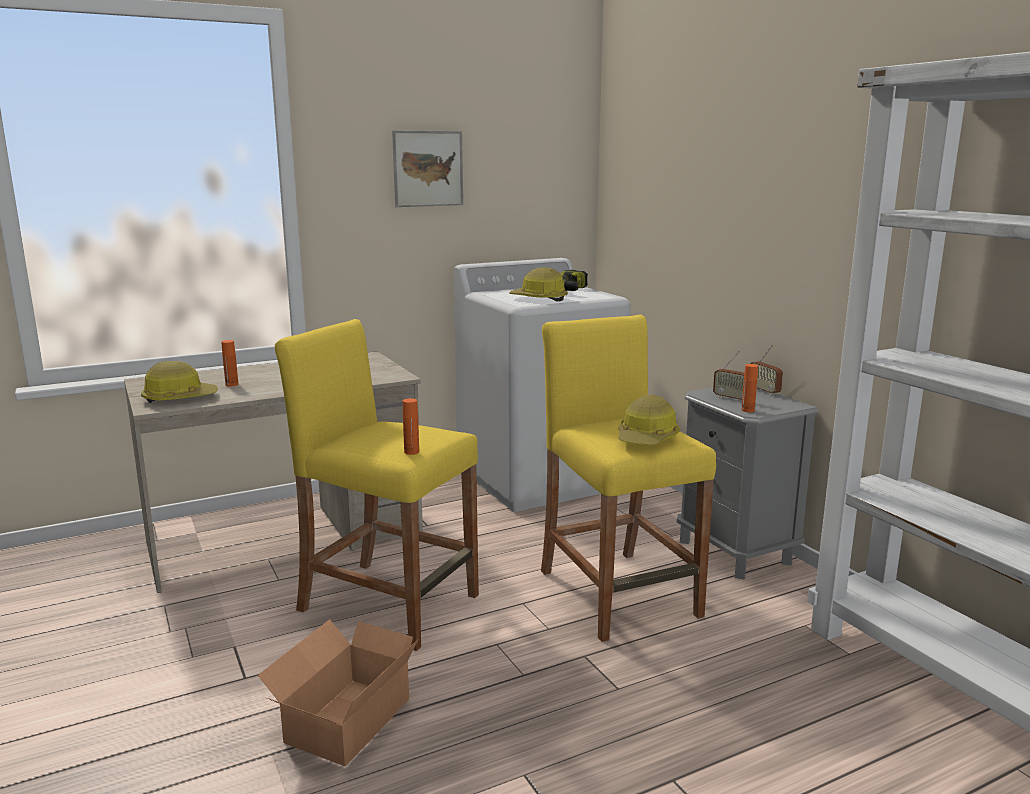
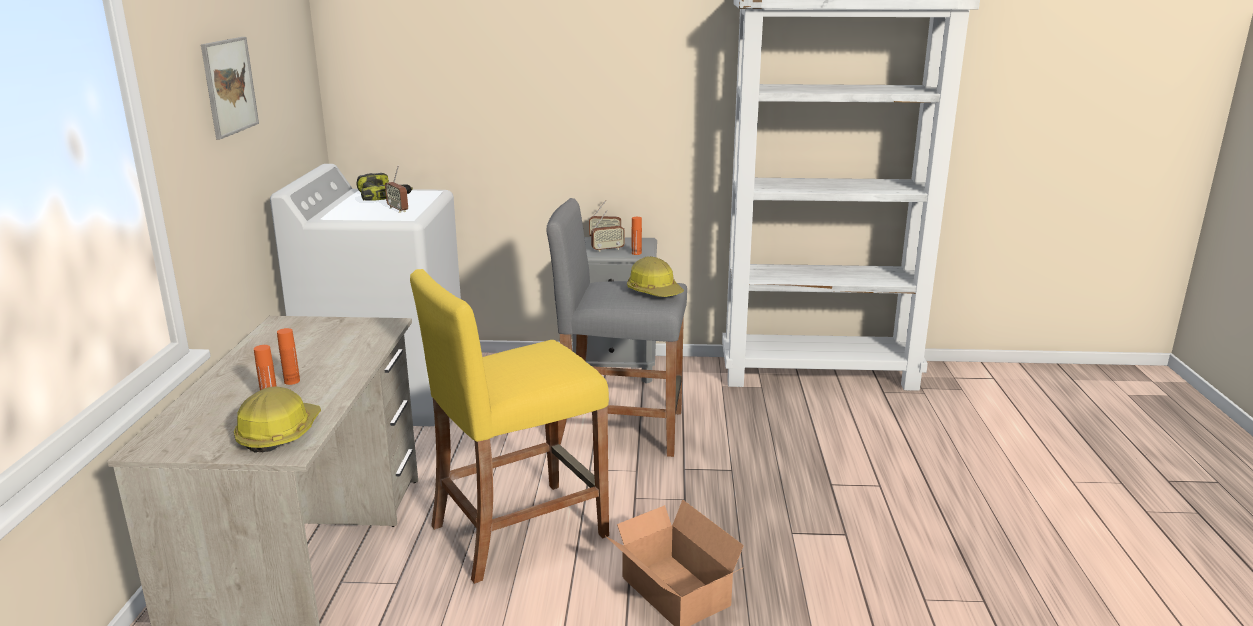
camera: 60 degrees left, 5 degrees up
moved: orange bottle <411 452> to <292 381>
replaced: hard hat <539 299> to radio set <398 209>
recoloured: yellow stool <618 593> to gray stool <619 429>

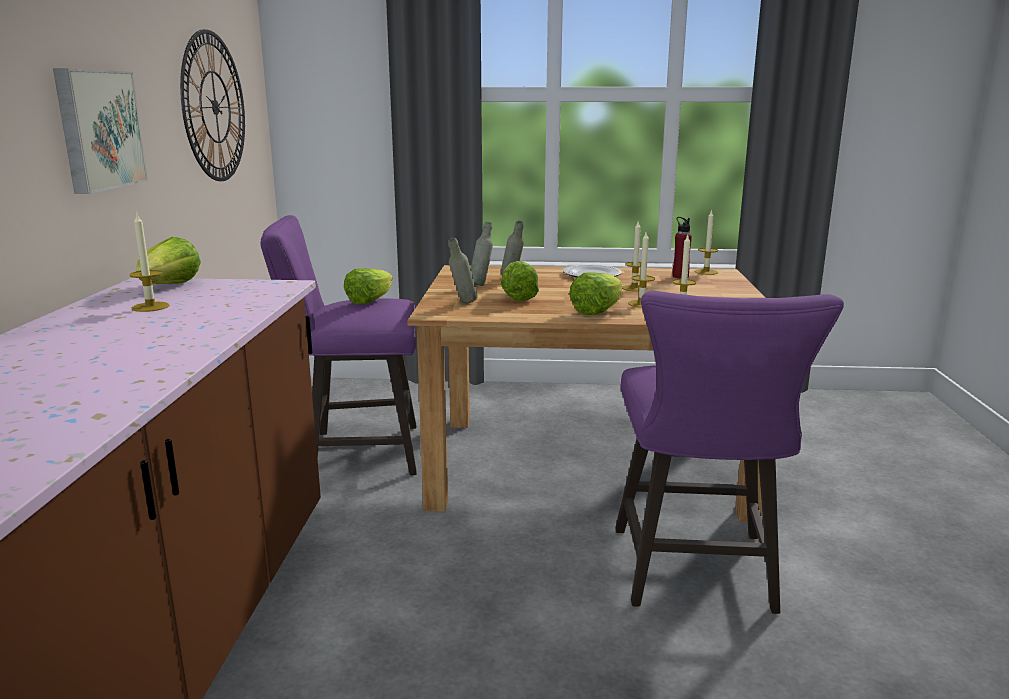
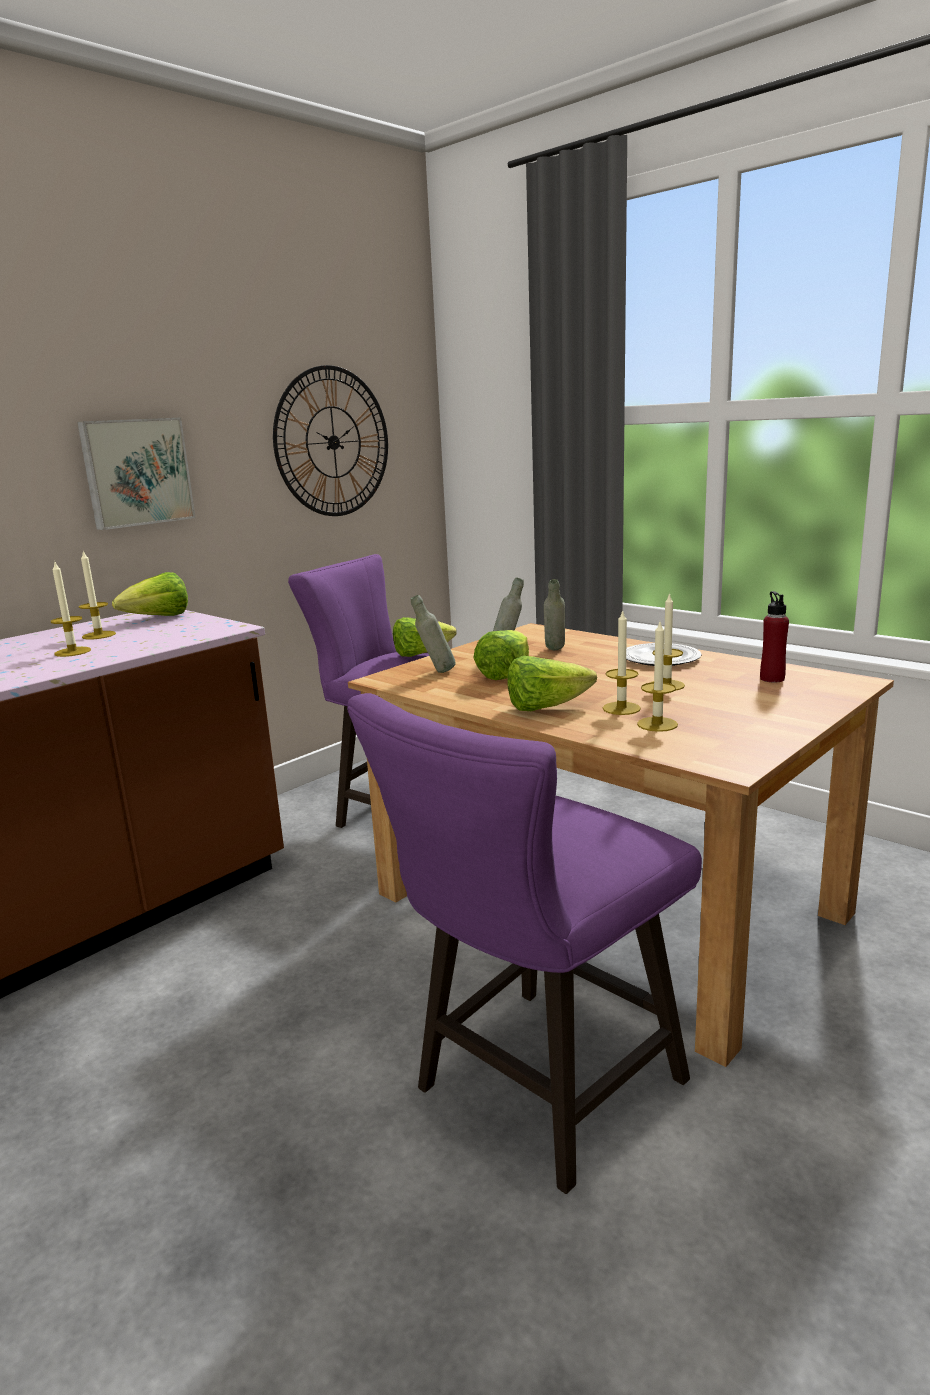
camera: 40 degrees right, 0 degrees up
moved: candle <706 272> to <72 652>

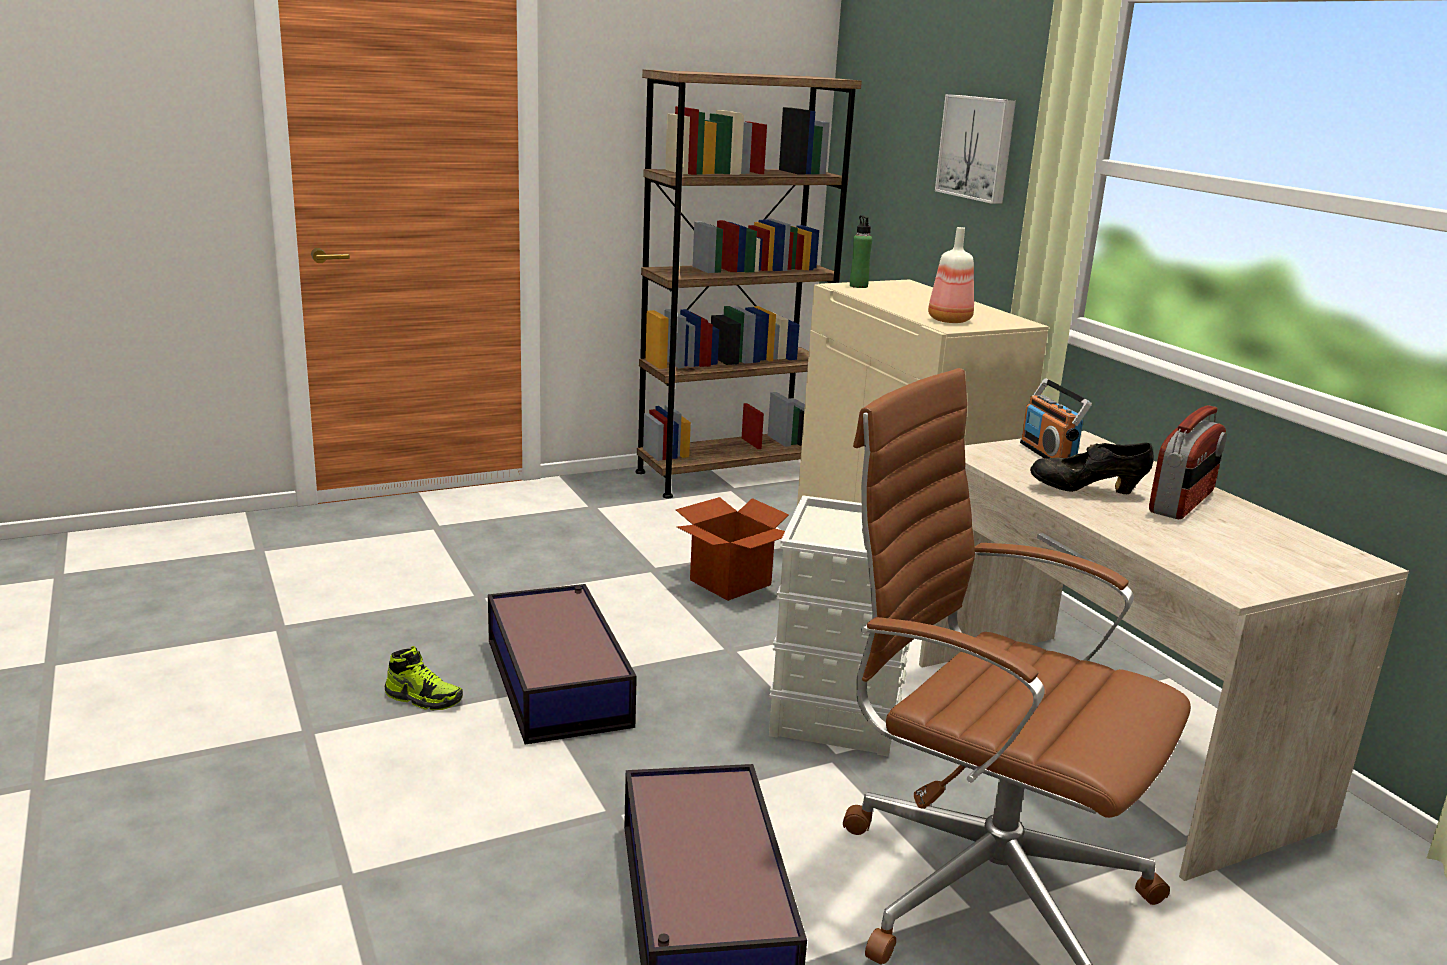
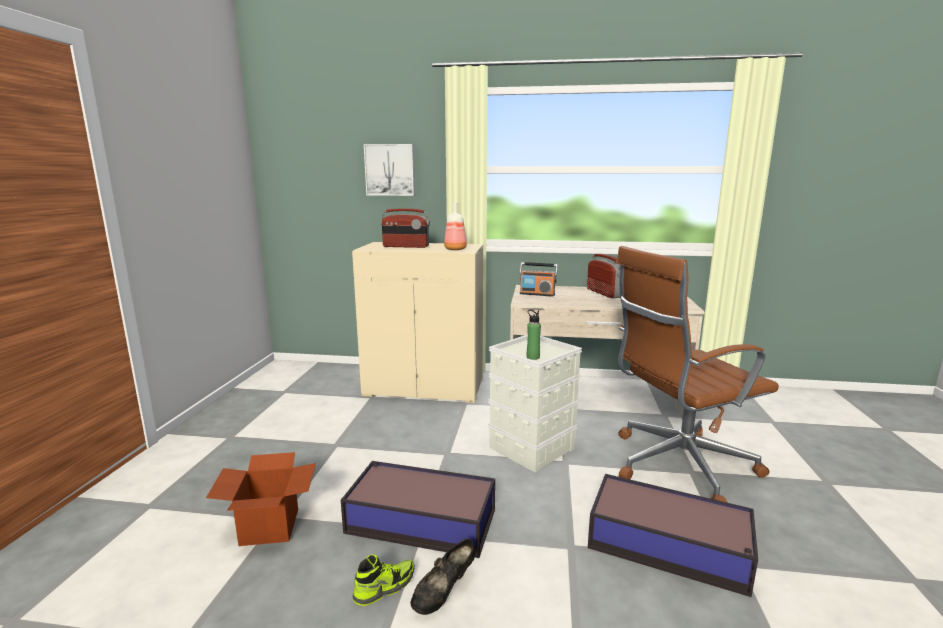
camera: 55 degrees left, 5 degrees down
removed: brownish bookshelf <730 474>
added: radio set <405 246>
moved: packing box <730 582> to <269 527>; black low shoe <1086 491> to <444 592>; green bottle <858 286> to <533 357>

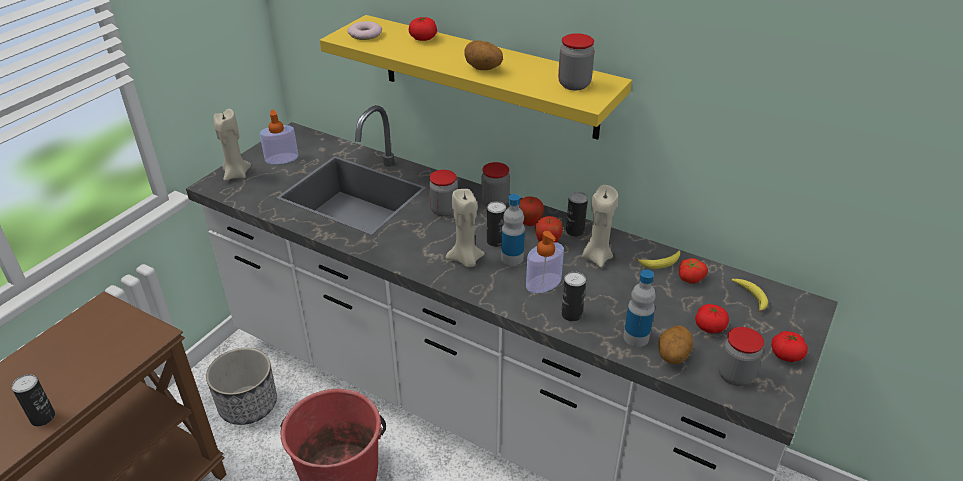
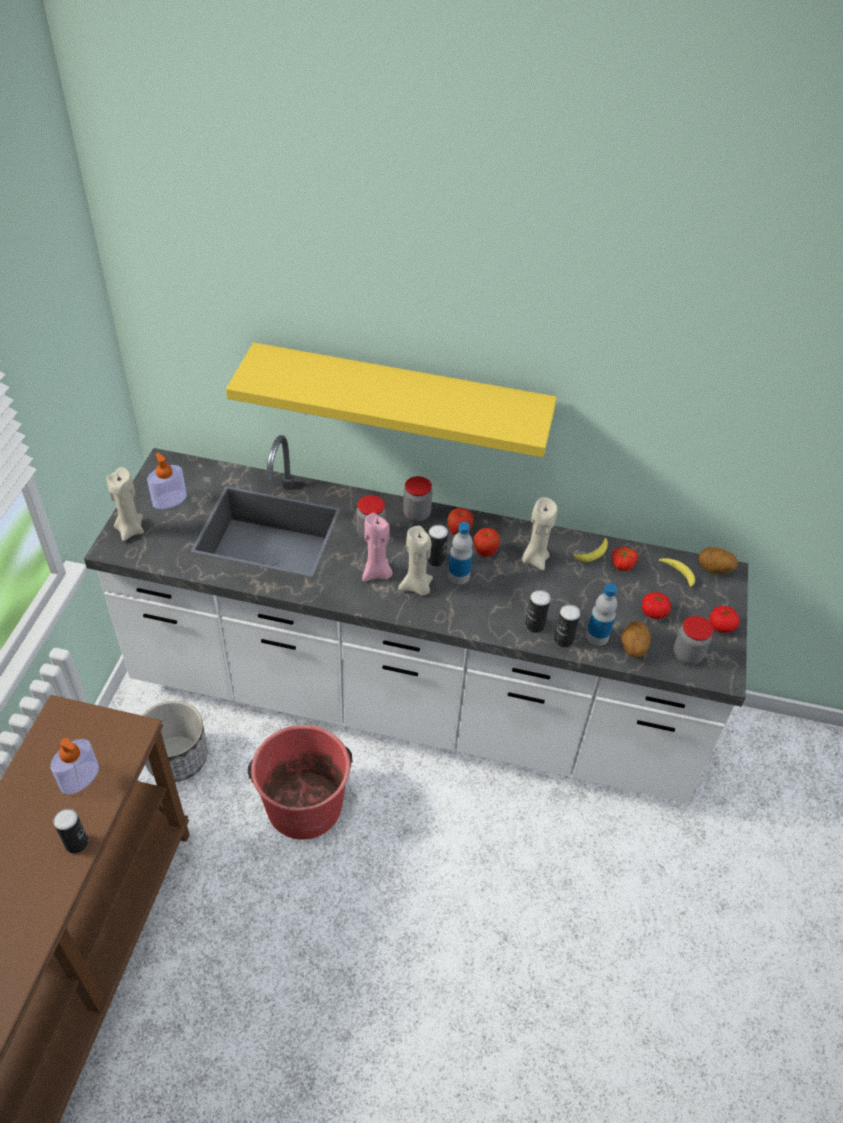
camera: 20 degrees left, 10 degrees up
removed: doughnut <365 34>; fresh tomato <423 39>; jar <574 84>
added: pink candle <377 573>
moved: soap bottle <543 283> to <79 778>; metal can <575 231> to <563 640>; spud <483 69> to <714 569>

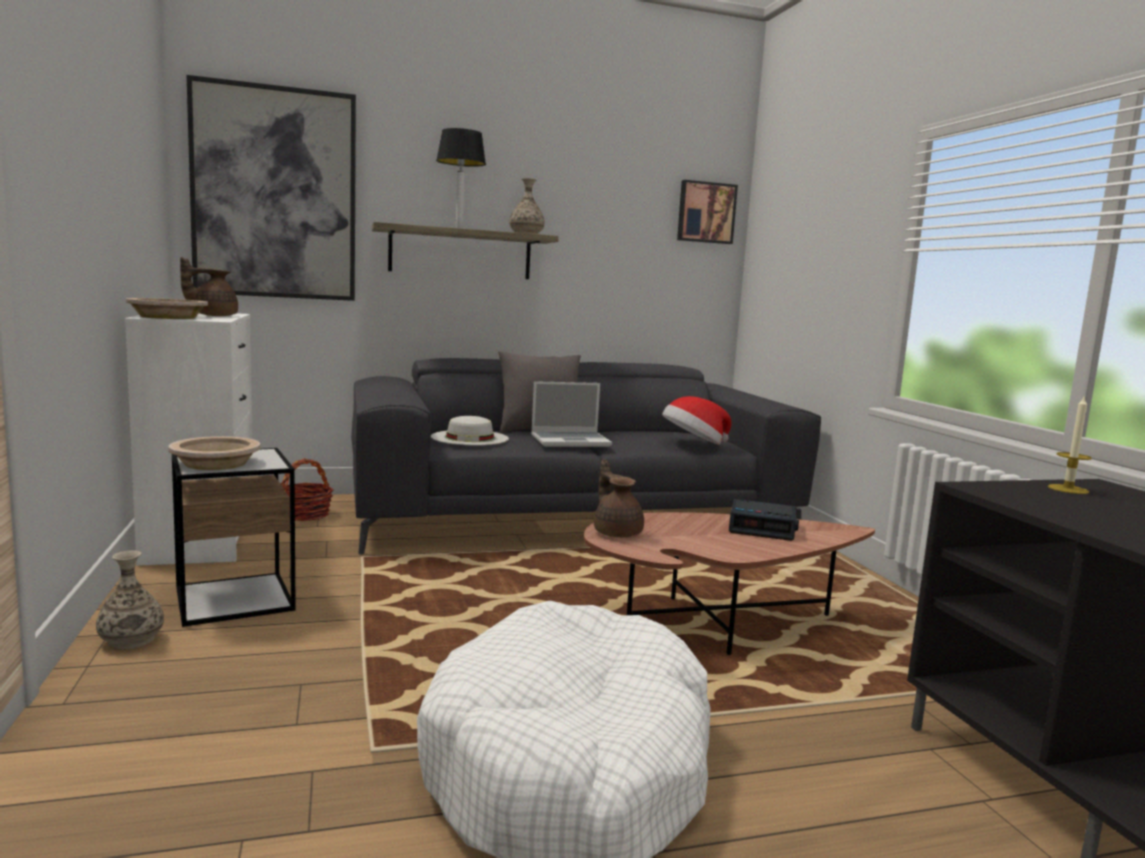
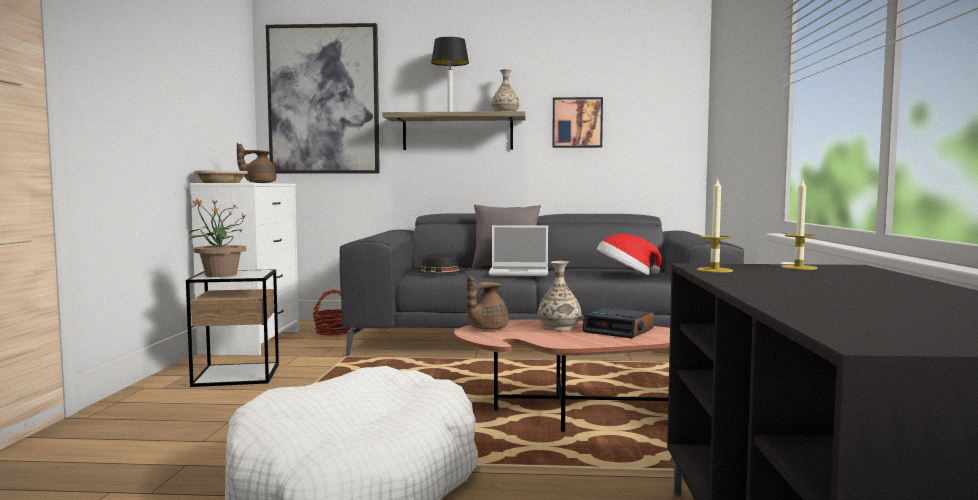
camera: 20 degrees right, 5 degrees down
added: candle <714 270>
moved: decorative vase <131 640> to <559 327>; wall picture <705 212> to <577 123>
replaced: beige-coloured deep dish <215 463> to potted plant <220 275>
recoloured: whitish hat <470 437> to black hat <439 270>
turned: brownish tea pot <616 532> = <486 328> 135 degrees counterclockwise

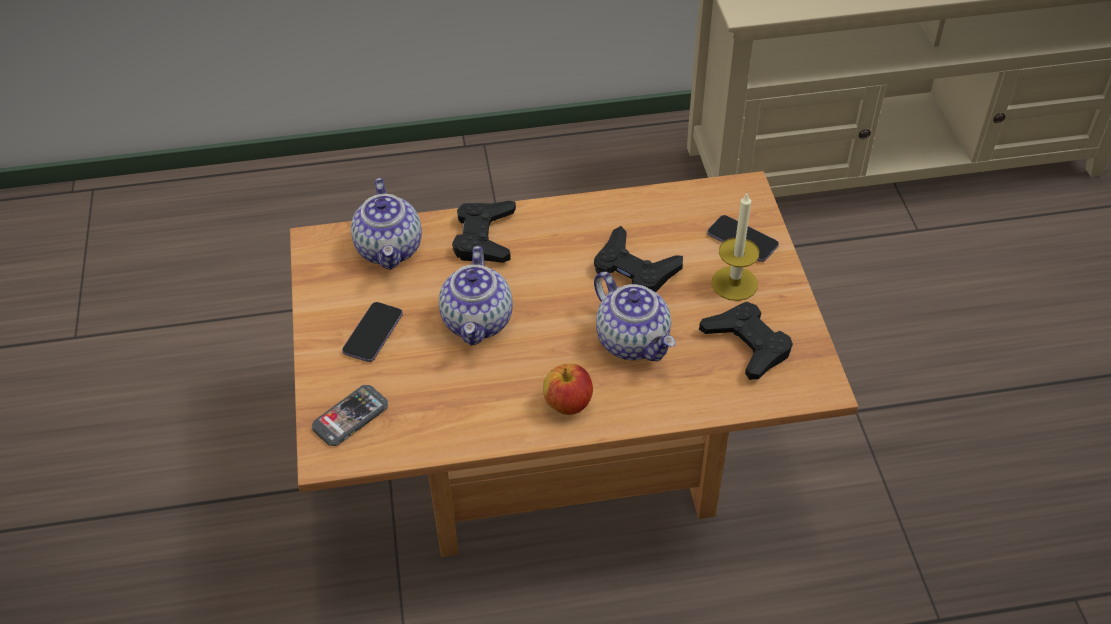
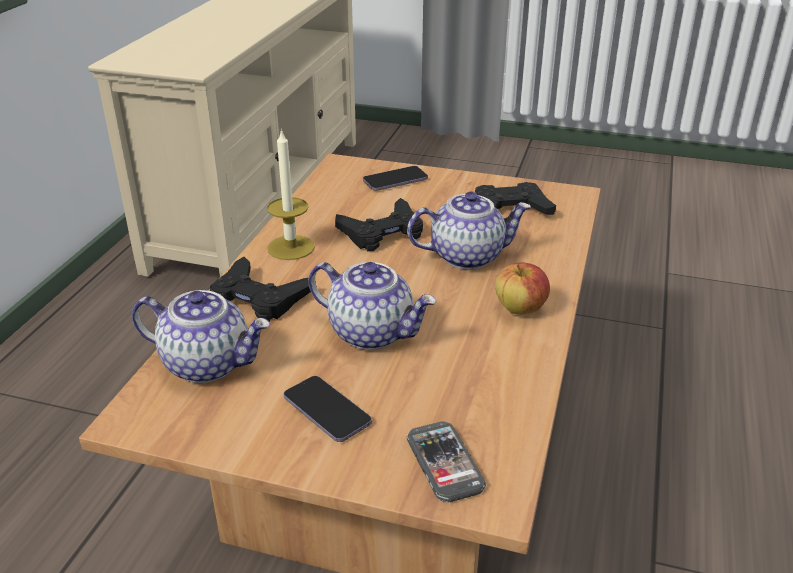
camera: 65 degrees left, 15 degrees down
moved: candle <734 283> to <291 247>

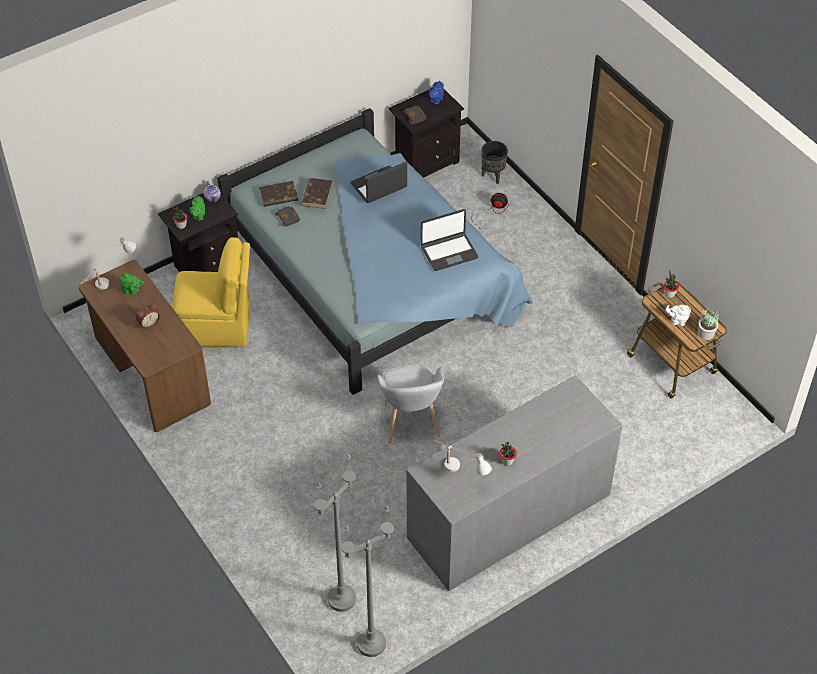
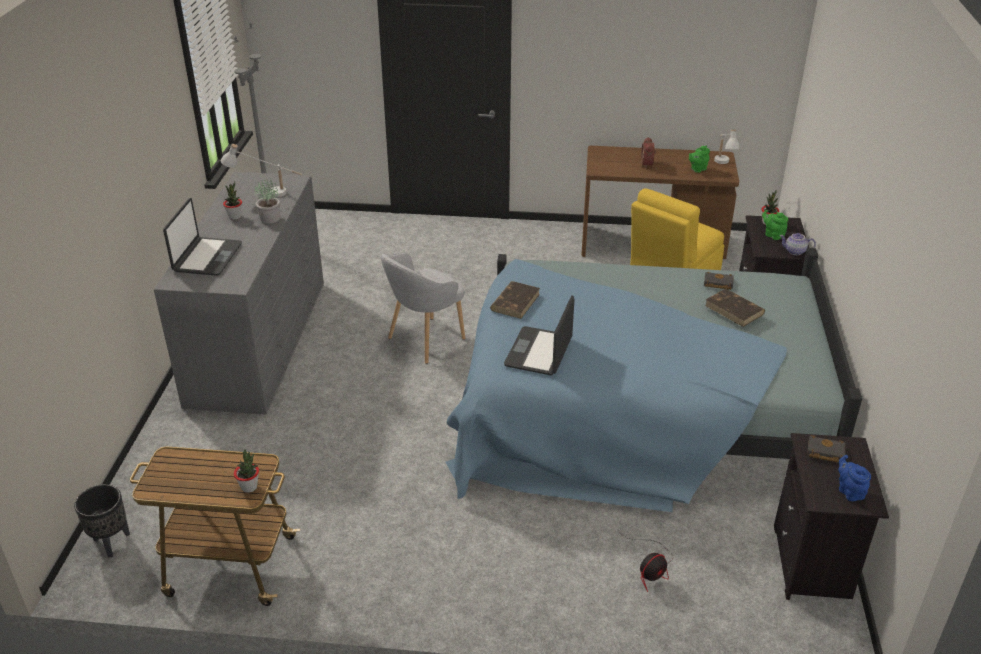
camera: 130 degrees right, 15 degrees down
removed: gray standard lamp <342 599>; whitish tea pot <677 321>
moved: black flower pot <493 176> to <111 543>; laptop <379 186> to <207 257>; potted plant <705 333> to <270 218>; brownish bound book <278 196> to <515 302>
turned: gray lounge chair <410 422> = <425 340> 75 degrees counterclockwise

